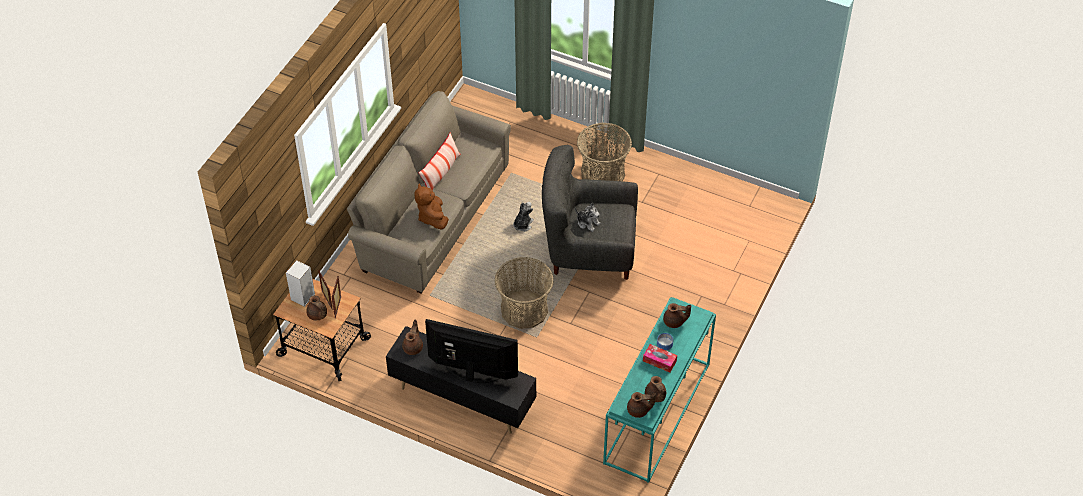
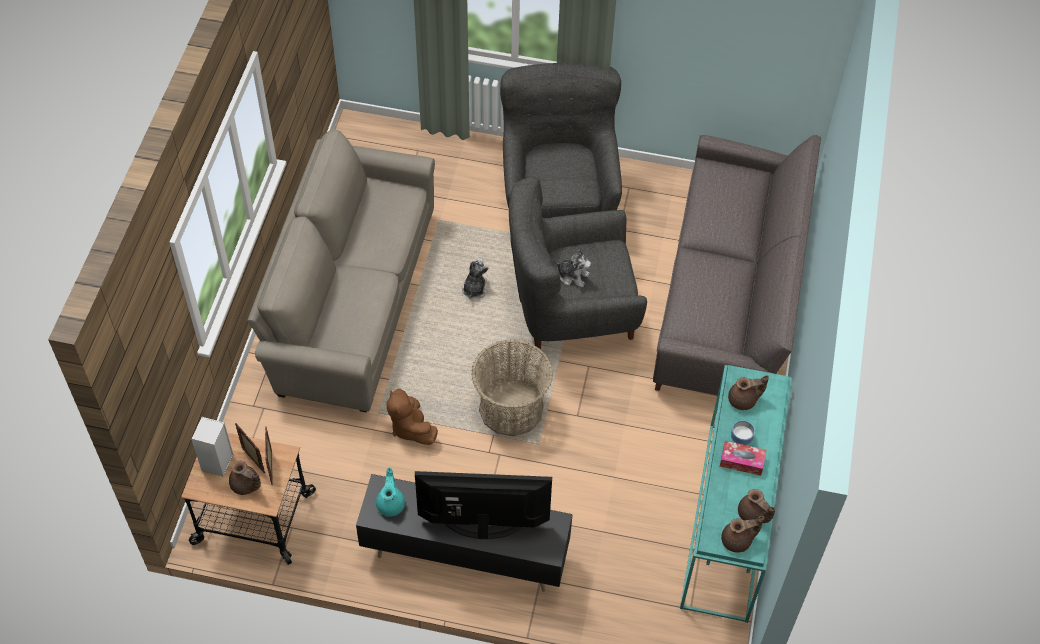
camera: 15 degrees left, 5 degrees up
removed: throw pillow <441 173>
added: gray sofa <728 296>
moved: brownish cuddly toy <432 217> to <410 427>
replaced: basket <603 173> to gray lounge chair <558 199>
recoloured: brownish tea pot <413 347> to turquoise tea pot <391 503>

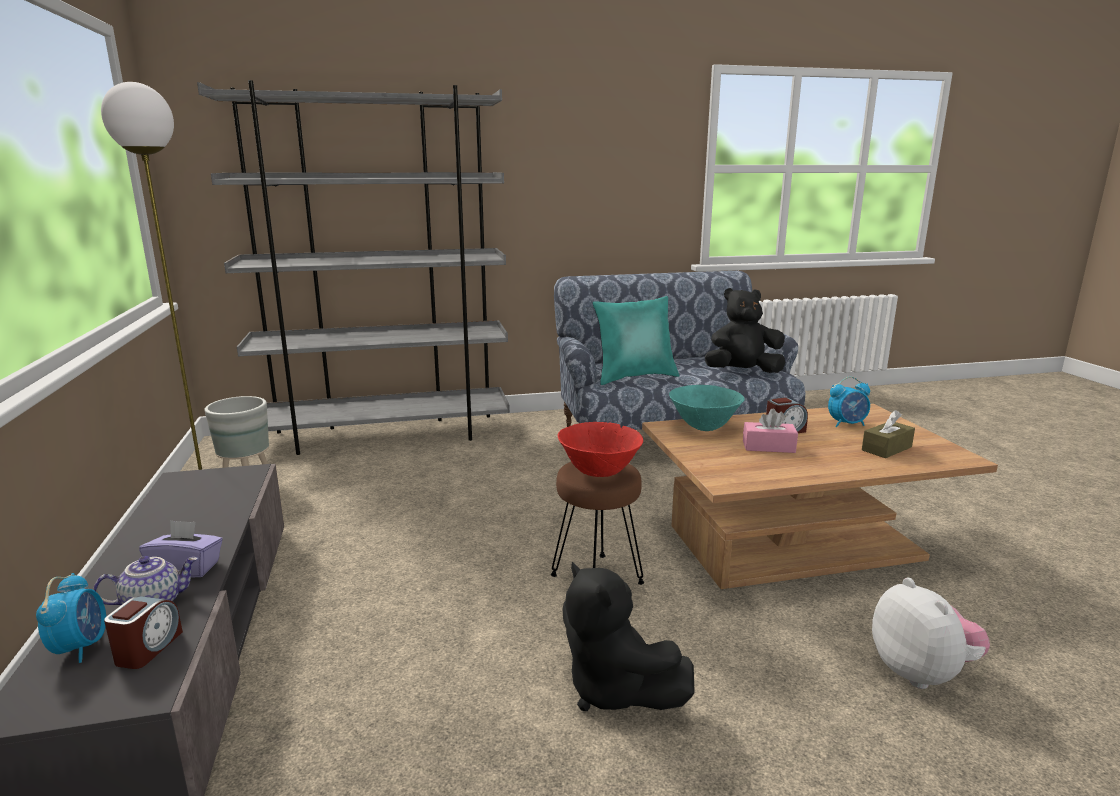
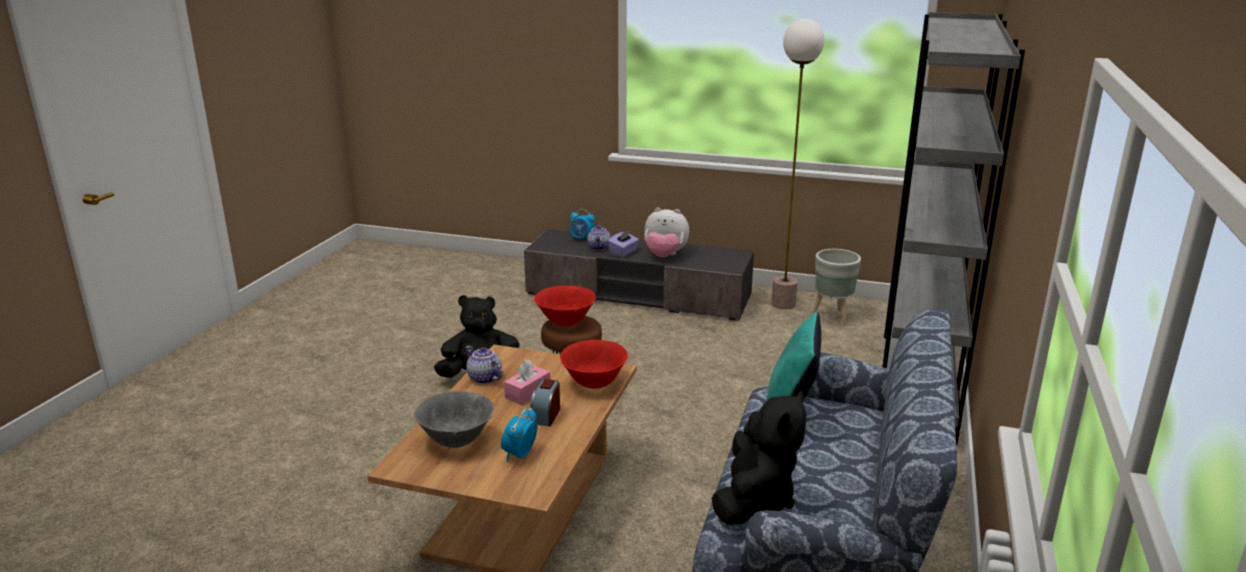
camera: 120 degrees right, 5 degrees up
removed: table clock <148 648>
added: tea pot <483 378>
moved: cuddly toy <921 673> to <665 256>
replaced: brownish box of tissues <886 449> to gray deep dish <457 441>
recoloured: turquoise deep dish <704 428> to red deep dish <594 384>

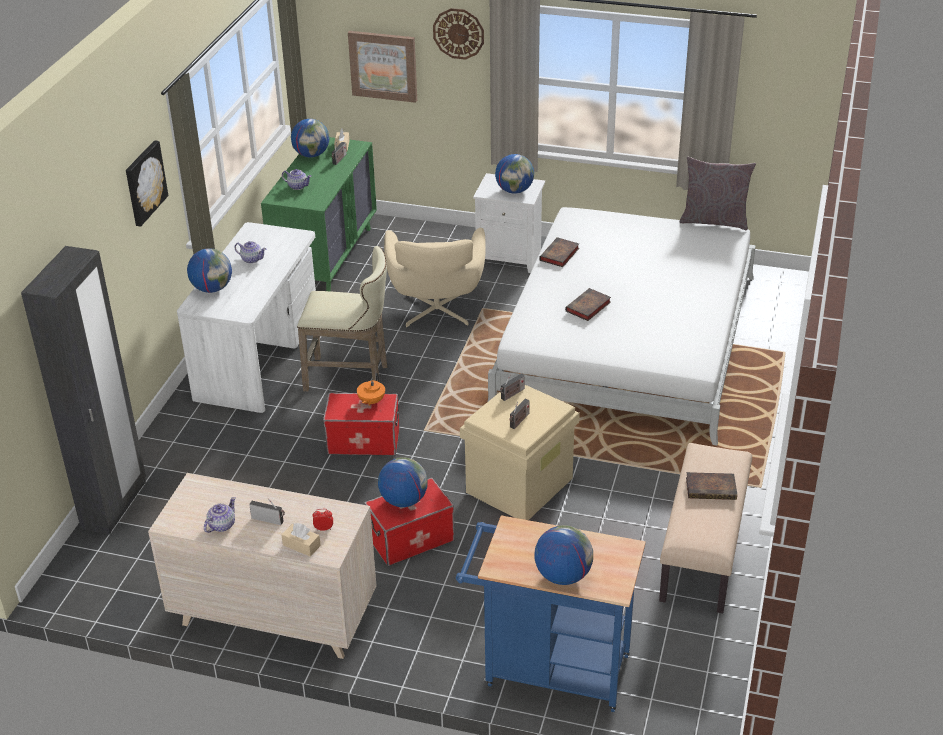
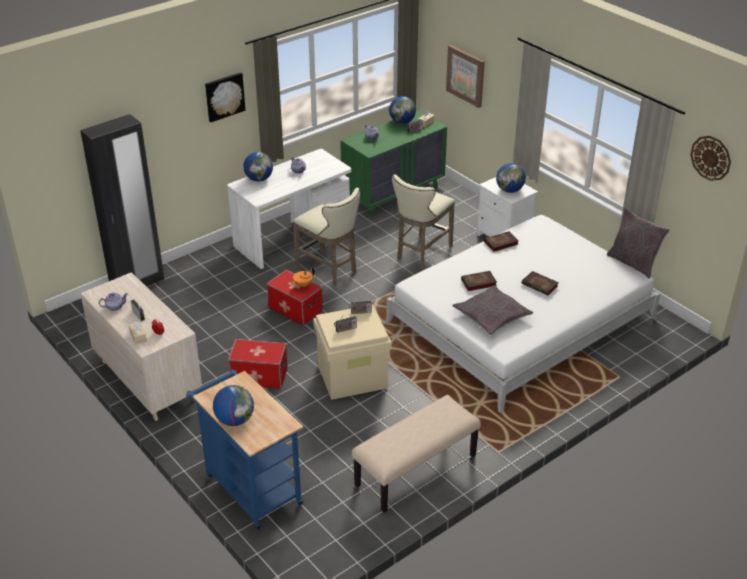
camera: 35 degrees right, 0 degrees up
removed: desk globe <403 500>
added: gray throw pillow <491 316>
moved: bound book <712 488> to <540 285>; hanging clock <458 33> to <710 158>
replaced: beige-coloured lounge chair <437 311> to beige-coloured stool <421 253>

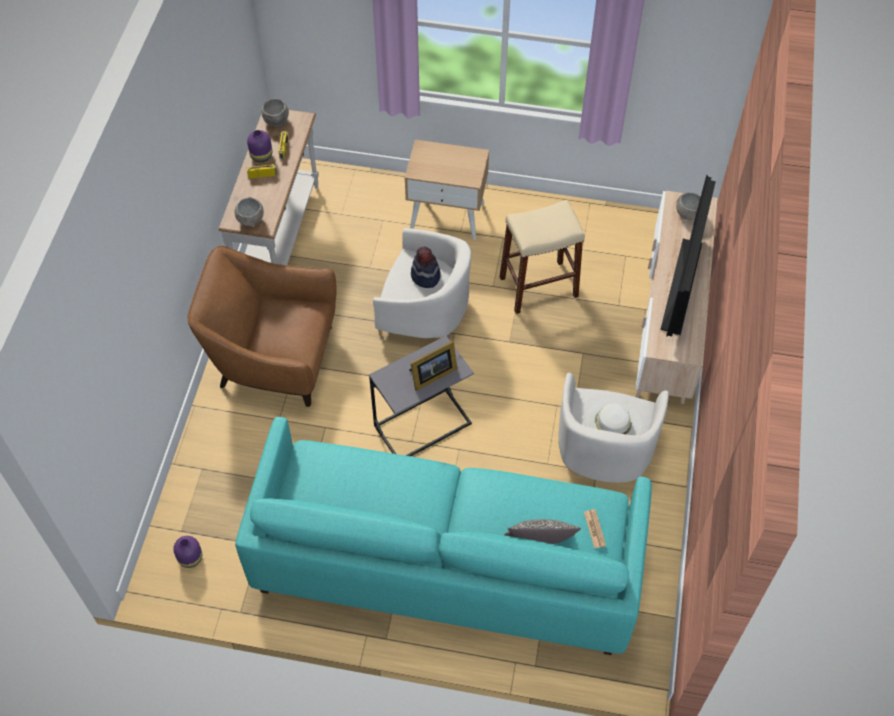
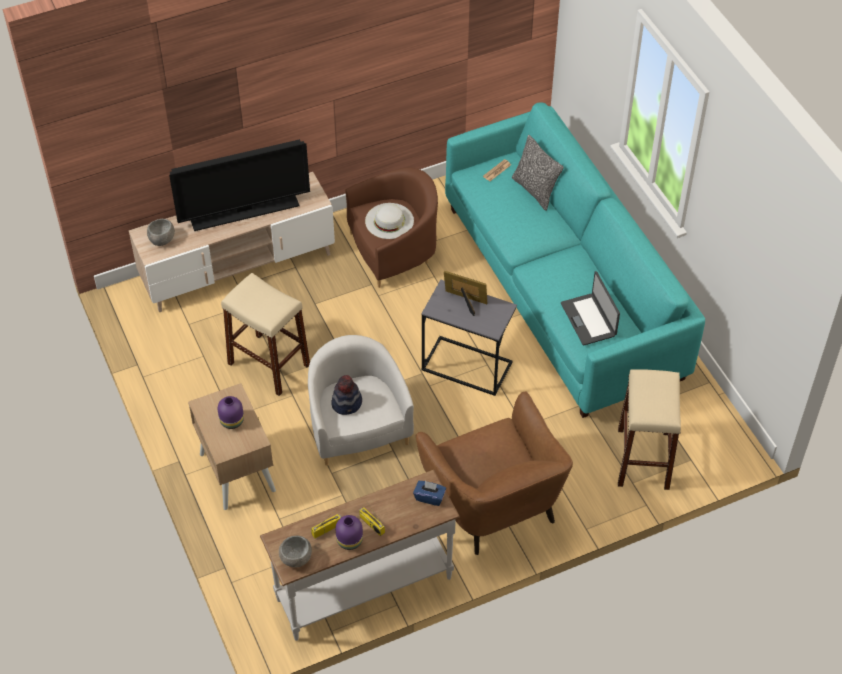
camera: 125 degrees left, 5 degrees down
added: laptop <589 319>; beige-coloured stool <643 459>
moved: purple-coloured decorative vase <191 558> to <231 421>
replaced: gray deep dish <251 220> to bluish box of tissues <429 497>
recoloured: whitish lounge chair <604 450> to brownish lounge chair <394 251>

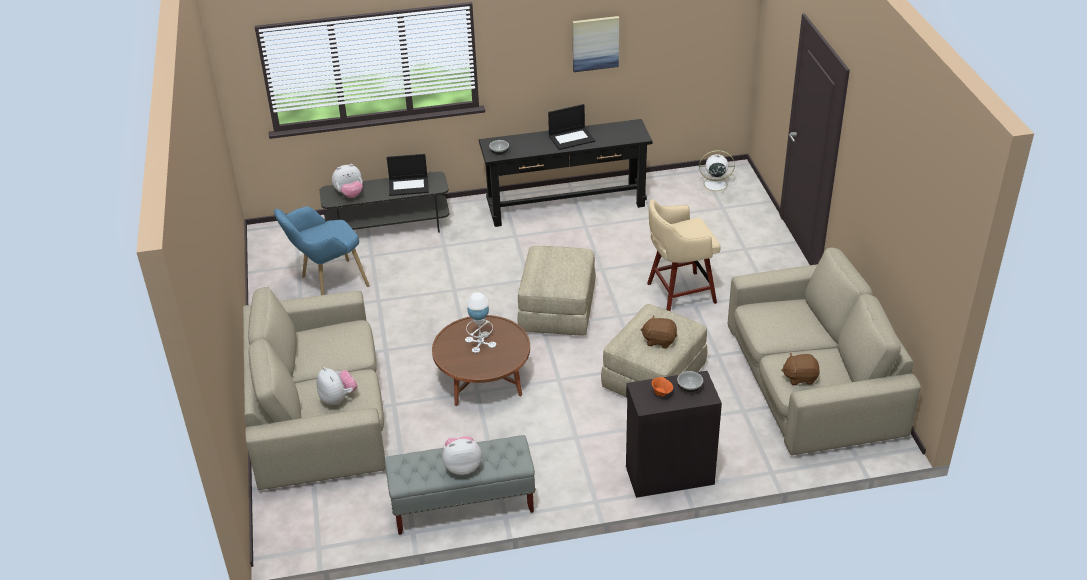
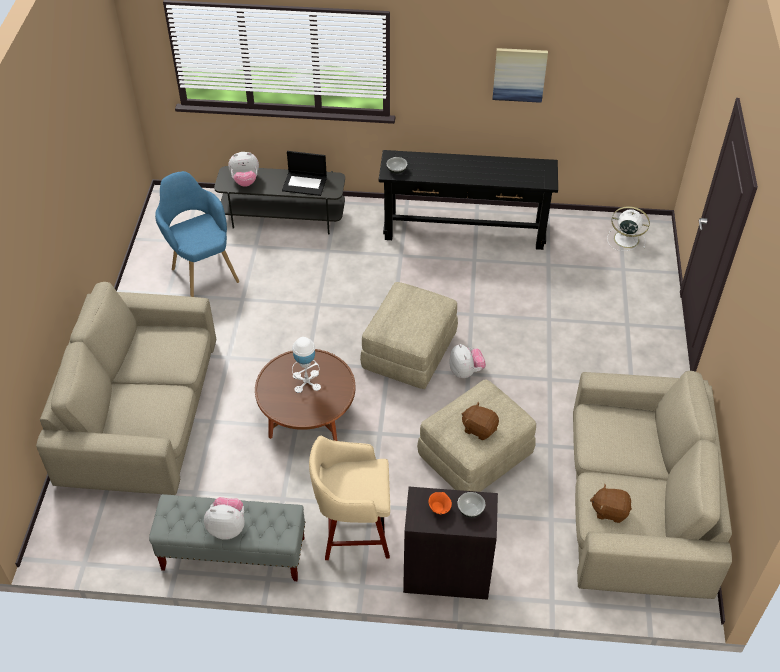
camera: 15 degrees right, 10 degrees up
removed: laptop <572 138>
moved: beige-coloured stool <679 293> to <353 531>; cuddly toy <338 398> to <465 371>
turned: bluish lounge chair <327 285> = <201 270> 75 degrees clockwise

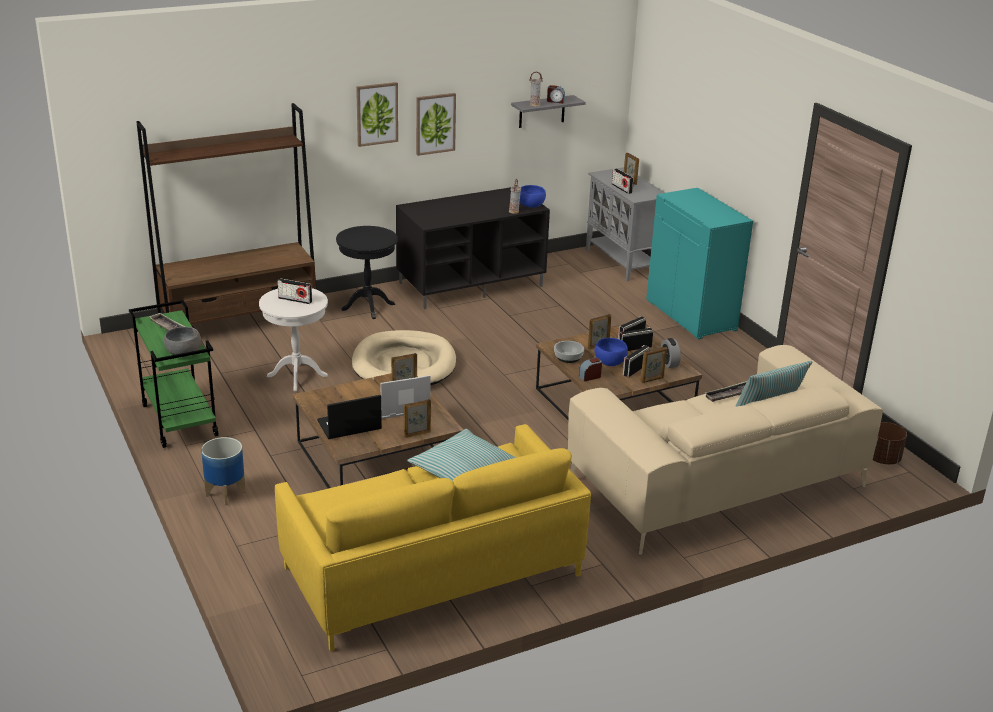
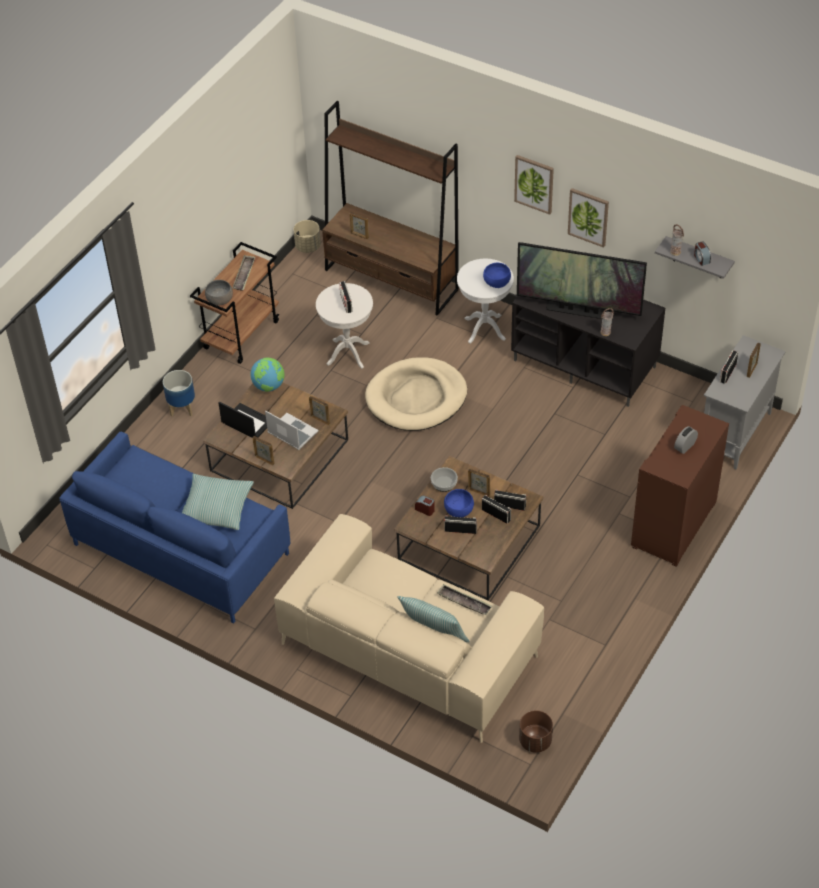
camera: 60 degrees right, 20 degrees up
added: desk globe <269 386>; beige-coloured flower pot <308 246>; TV set <578 310>
moved: picture frame <652 380> to <359 235>; bluish deep dish <531 205> to <496 282>; table clock <669 363> to <685 446>
recoloured: yellow sofa <432 571> to bluish sofa <181 549>; green trolley <178 420> to brownish trolley <241 334>; black side table <368 307> to whitish side table <484 329>; turquoise storage cabinet <692 315> to brownish storage cabinet <674 525>

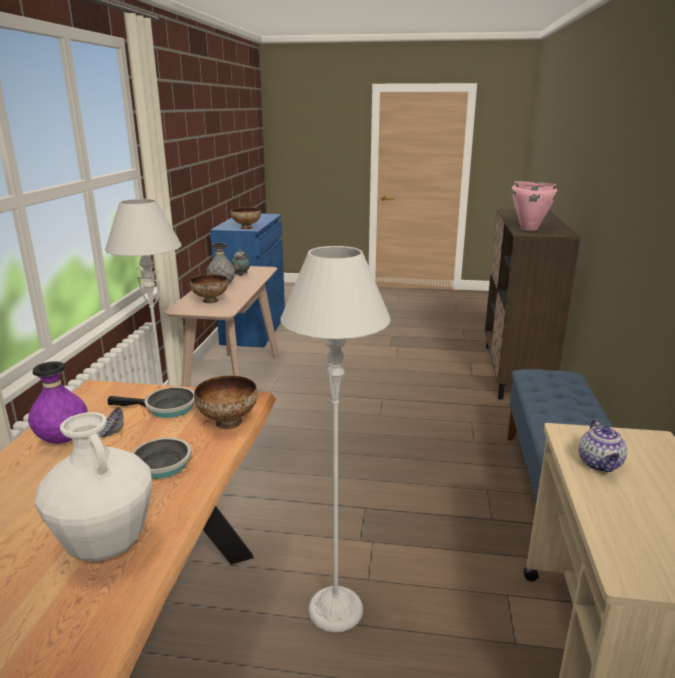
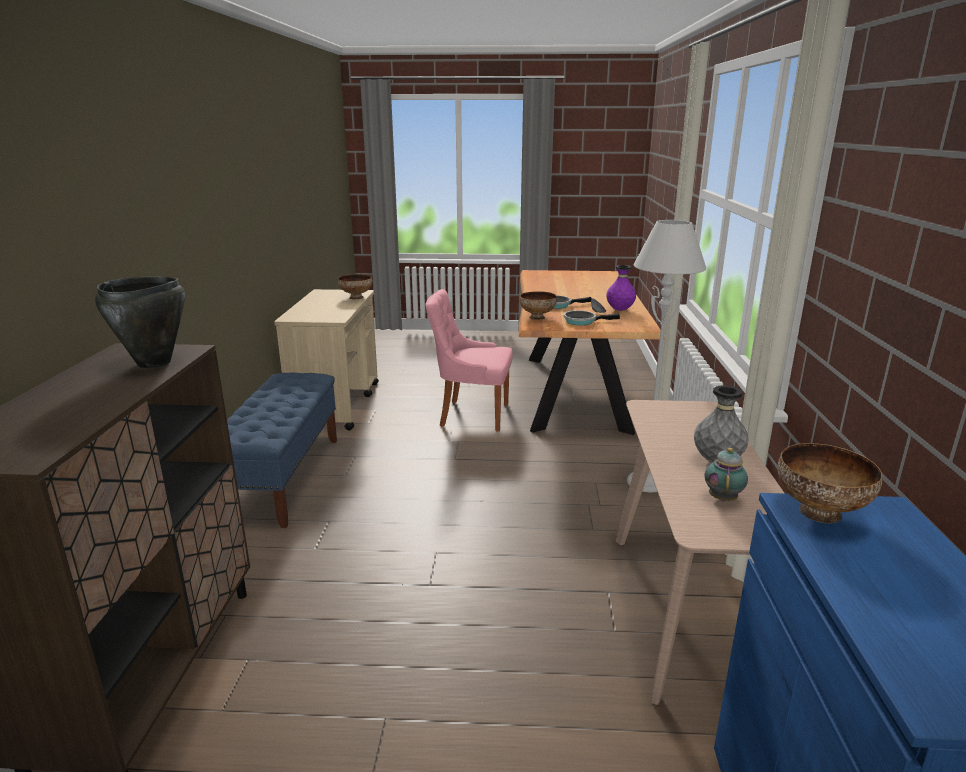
camera: 175 degrees right, 0 degrees up
removed: whitish decorative vase <106 546>; tea pot <600 464>
moved: deep dish <210 301> to <356 297>
replaced: gray standard lamp <336 609> to pink plain chair <471 415>
recoloured: pink stockpot <529 228> to black stockpot <154 363>

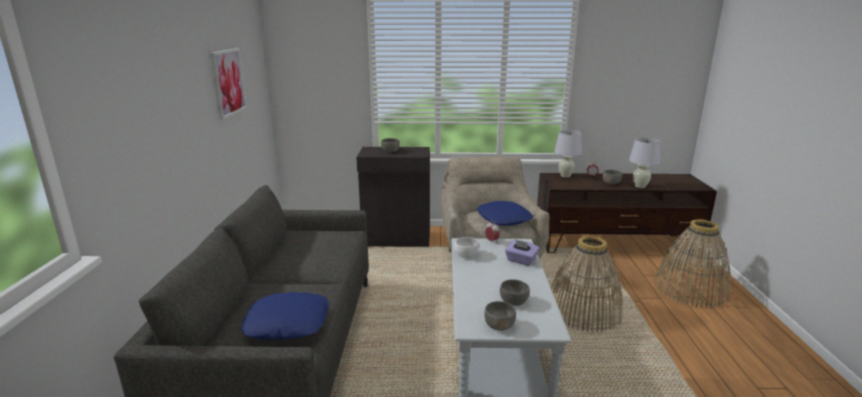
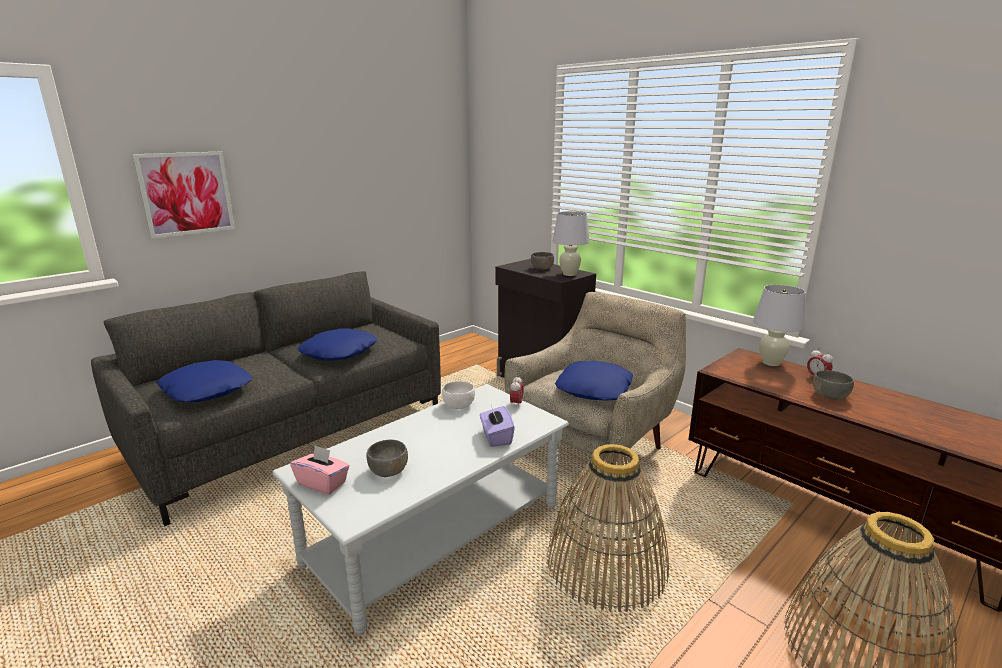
camera: 45 degrees right, 0 degrees up
added: bluish throw pillow <338 352>
moved: wall picture <228 82> to <186 193>; whitish lamp for a table <640 186> to <569 274>
replaced: gray deep dish <499 326> to pink box of tissues <322 483>

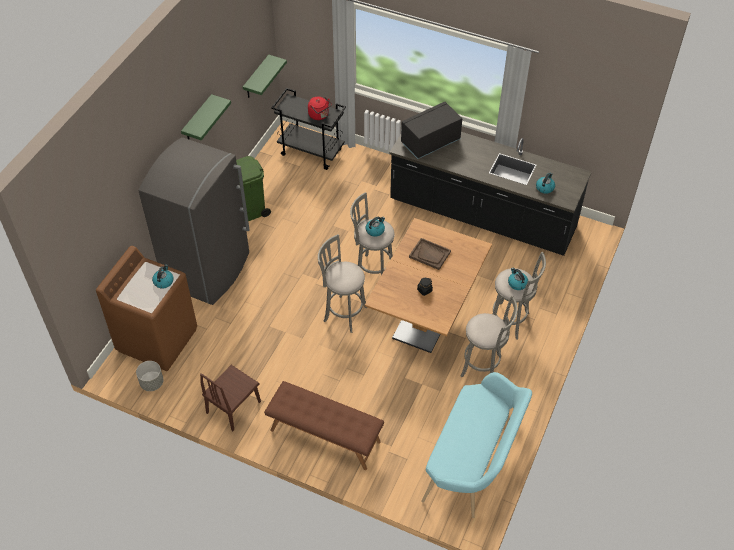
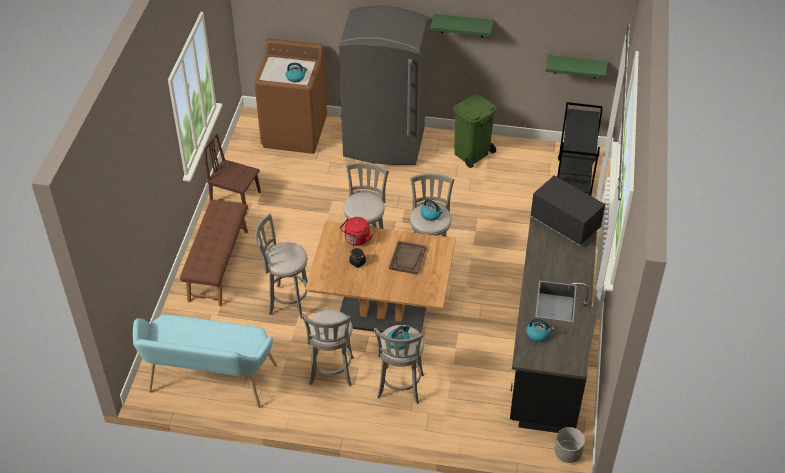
camera: 75 degrees right, 5 degrees down
added: gray stool <287 301>
moved: red kettle <319 115> to <356 240>; gray flower pot <152 383> to <568 453>

